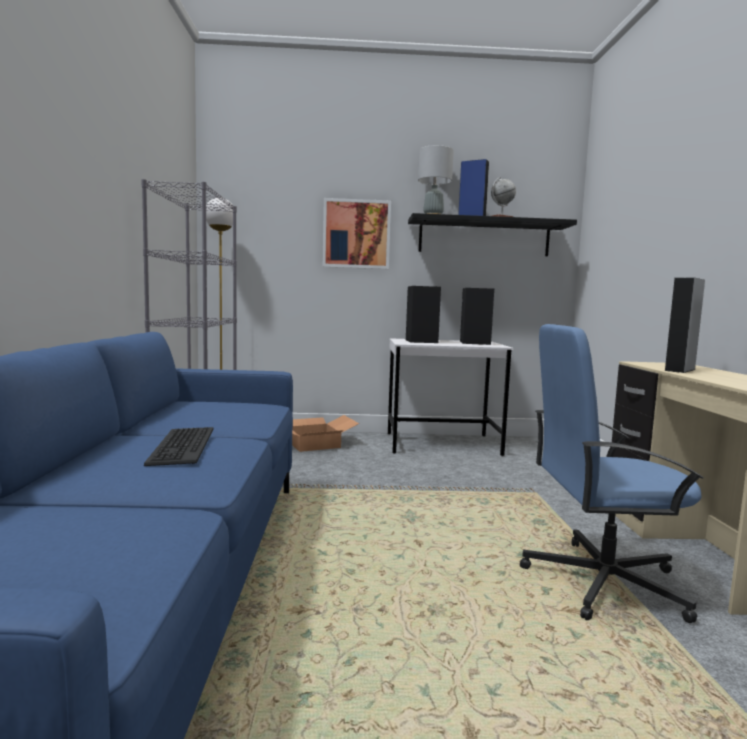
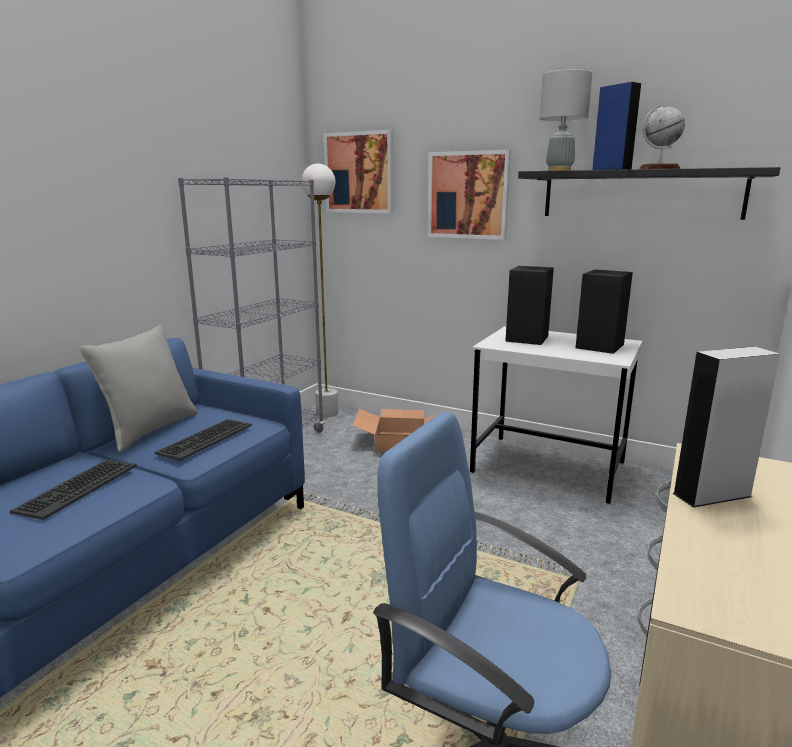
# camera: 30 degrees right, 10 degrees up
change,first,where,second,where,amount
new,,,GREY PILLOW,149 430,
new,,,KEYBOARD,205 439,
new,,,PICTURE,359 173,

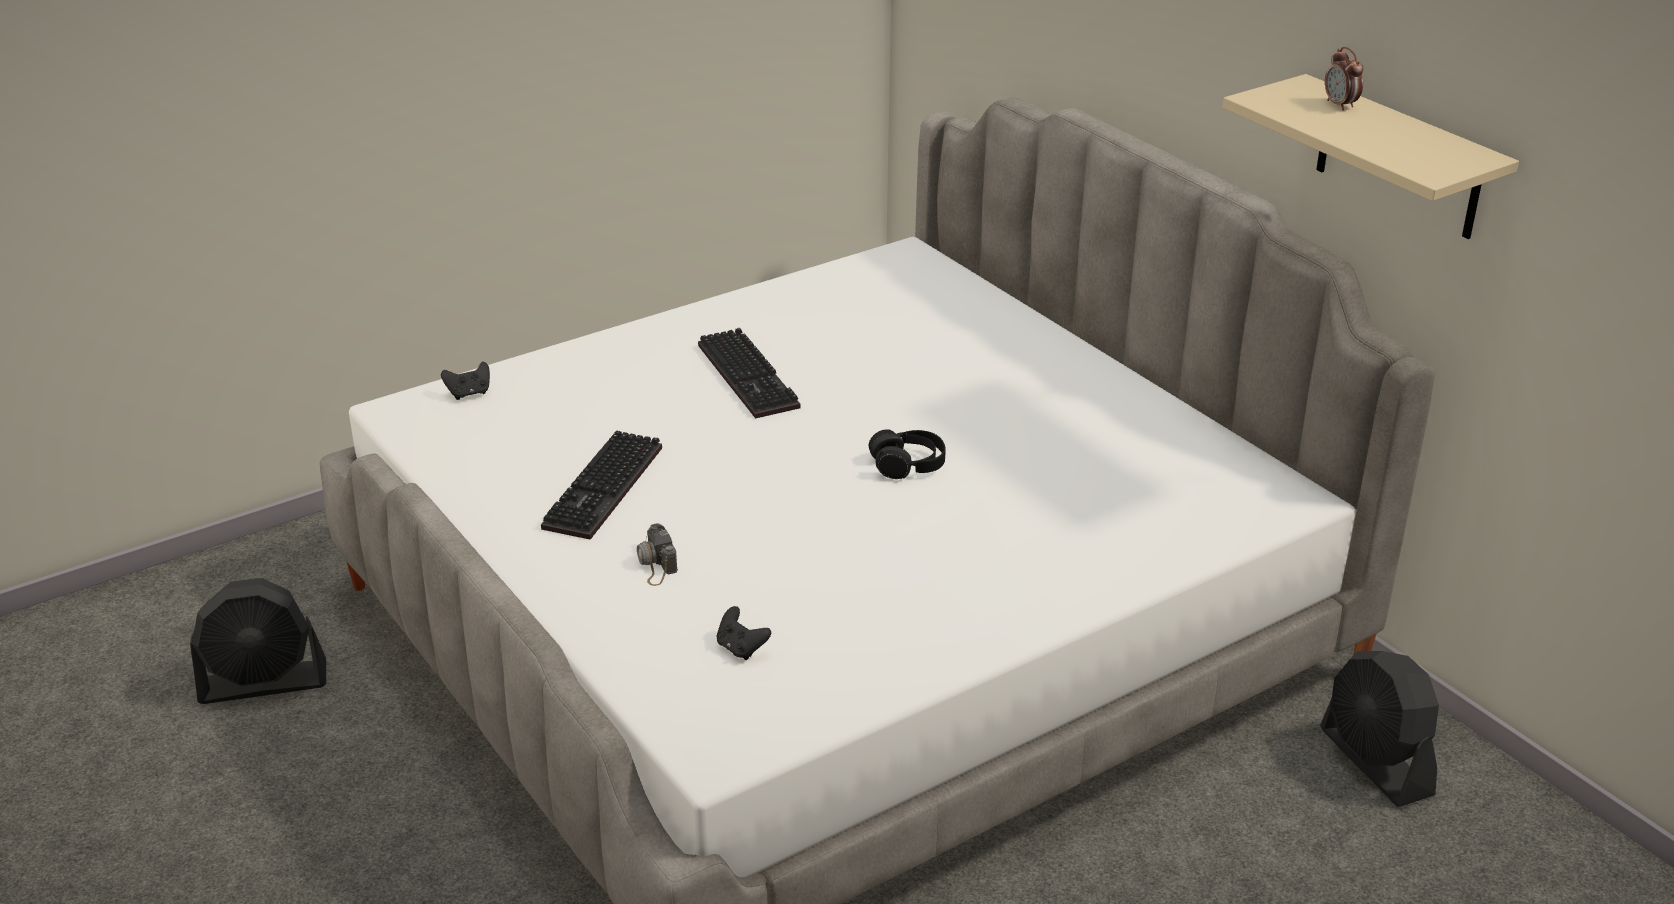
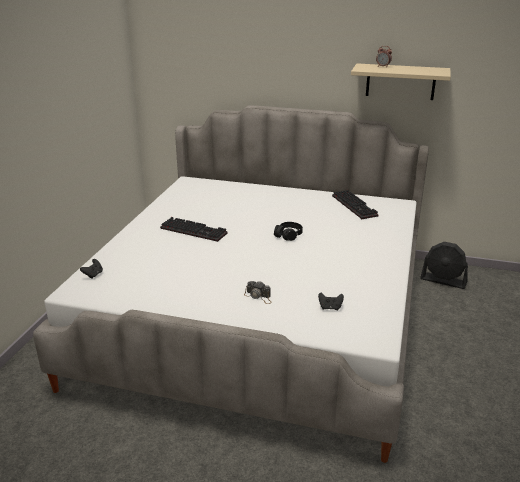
# camera: 40 degrees left, 5 degrees down
change,first,where,second,where,amount
gone,BLACK FAN,264 683,,,
shifted,KEYBOARD,605 490,,356 206,

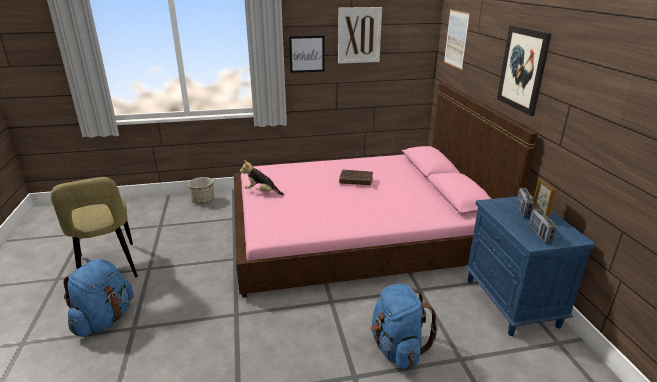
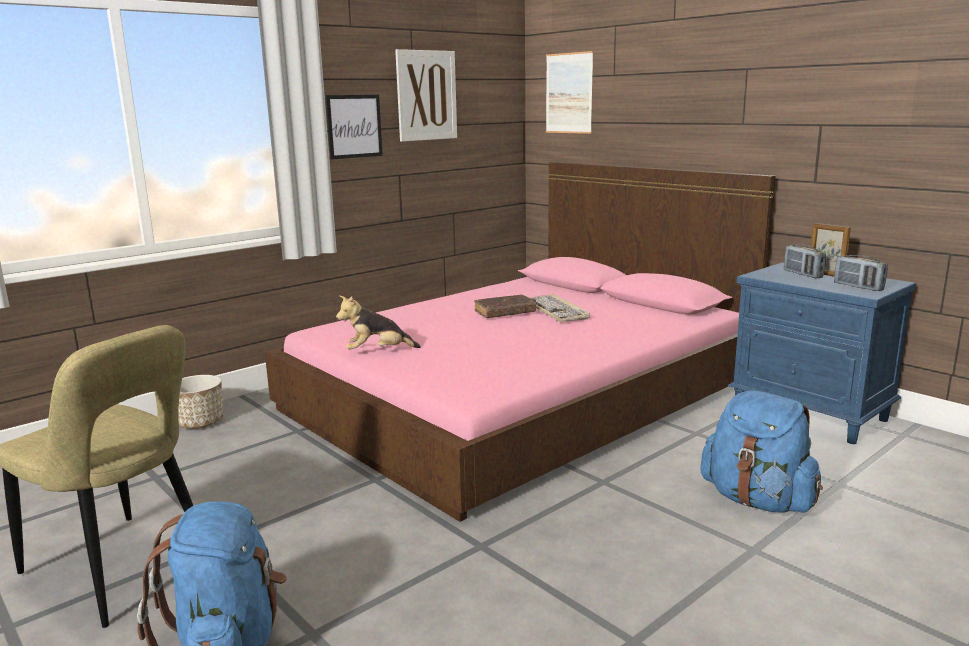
# camera: 30 degrees left, 10 degrees down
change,first,where,second,where,amount
gone,PICTURE,523 69,,,
new,,,KEYBOARD,556 311,

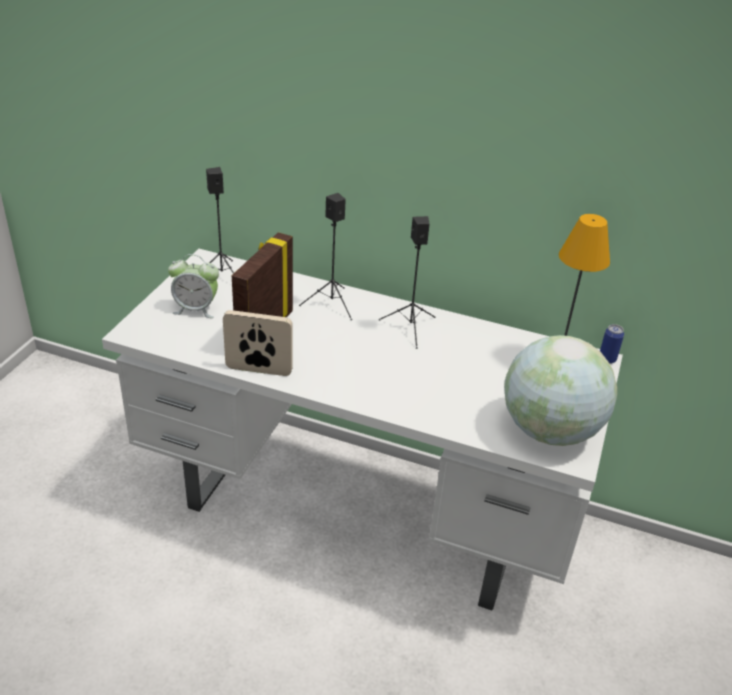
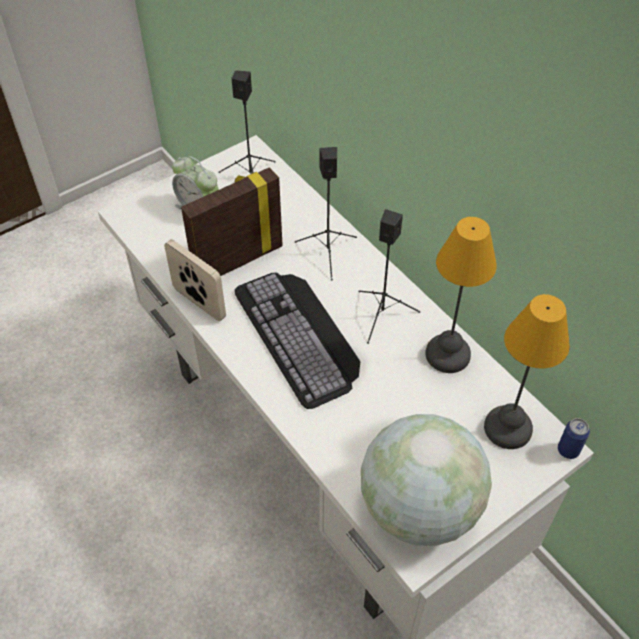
# camera: 35 degrees right, 15 degrees up
change,first,where,second,where,amount
new,,,KEYBOARD,301 335,
new,,,TABLE LAMP,448 355,

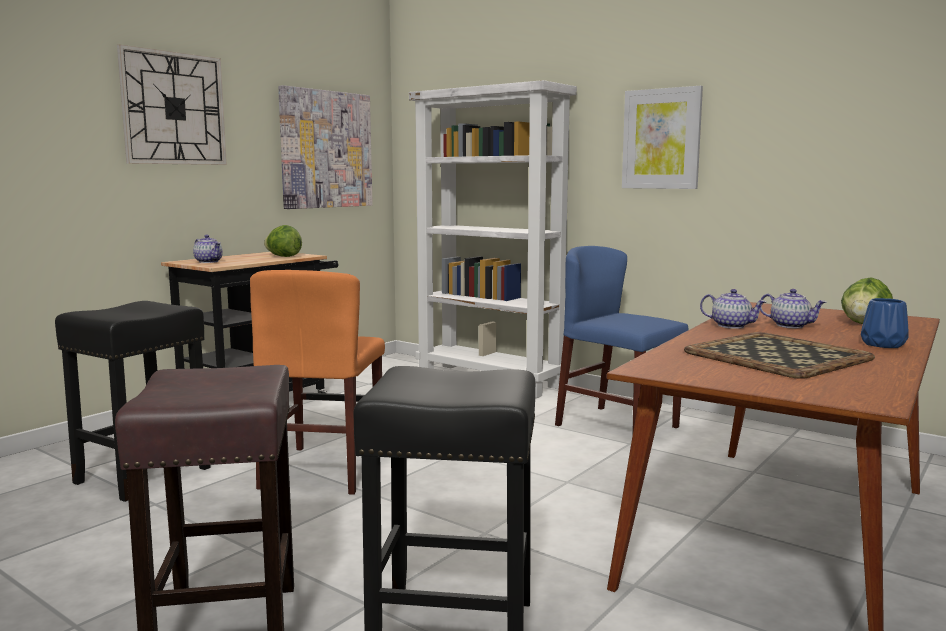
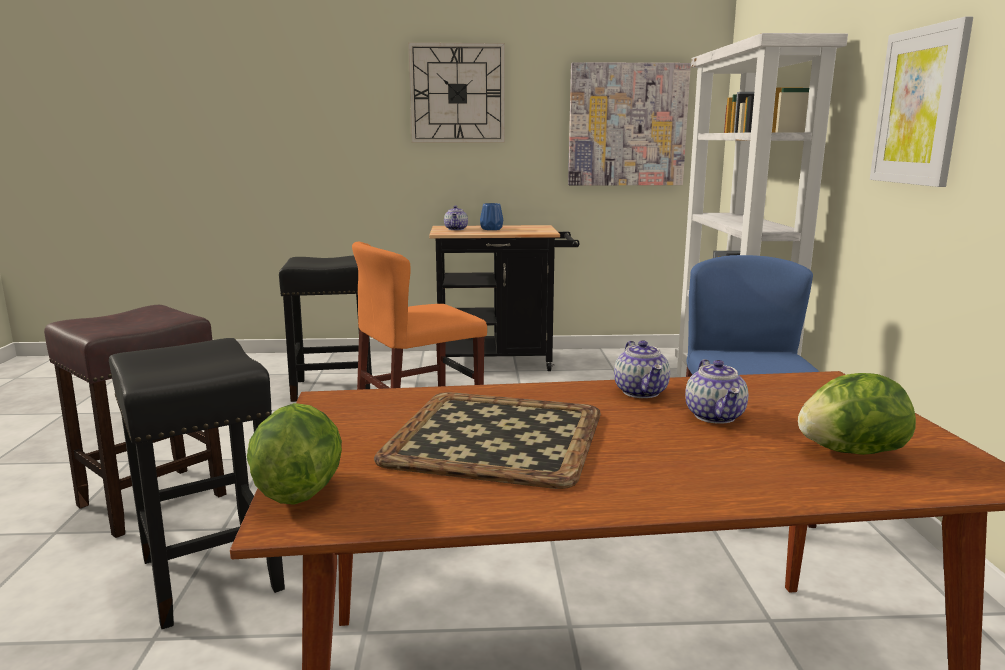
# camera: 50 degrees right, 5 degrees up
change,first,where,second,where,amount
shifted,LETTUCE,283 256,,298 490,
shifted,BLUE VASE,882 345,,491 229,

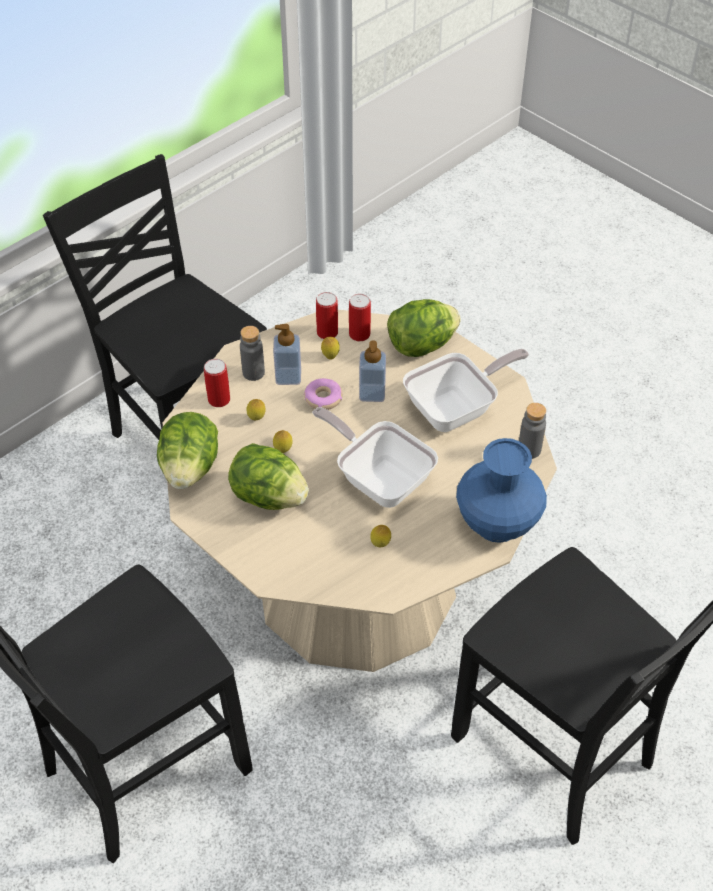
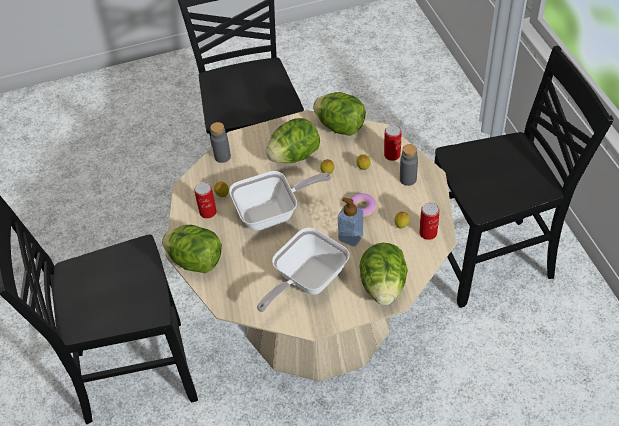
# camera: 120 degrees right, 0 degrees up
change,first,where,second,where,amount
gone,SOAP DISPENSER,288 376,,,
shifted,CAN,359 334,,208 212,
shifted,GREY BOTTLE,529 450,,222 157,
swapped,BLUE VASE,497 523,LETTUCE,196 261,
rotated,FRYING PAN,457 409,,306 281,45 degrees clockwise

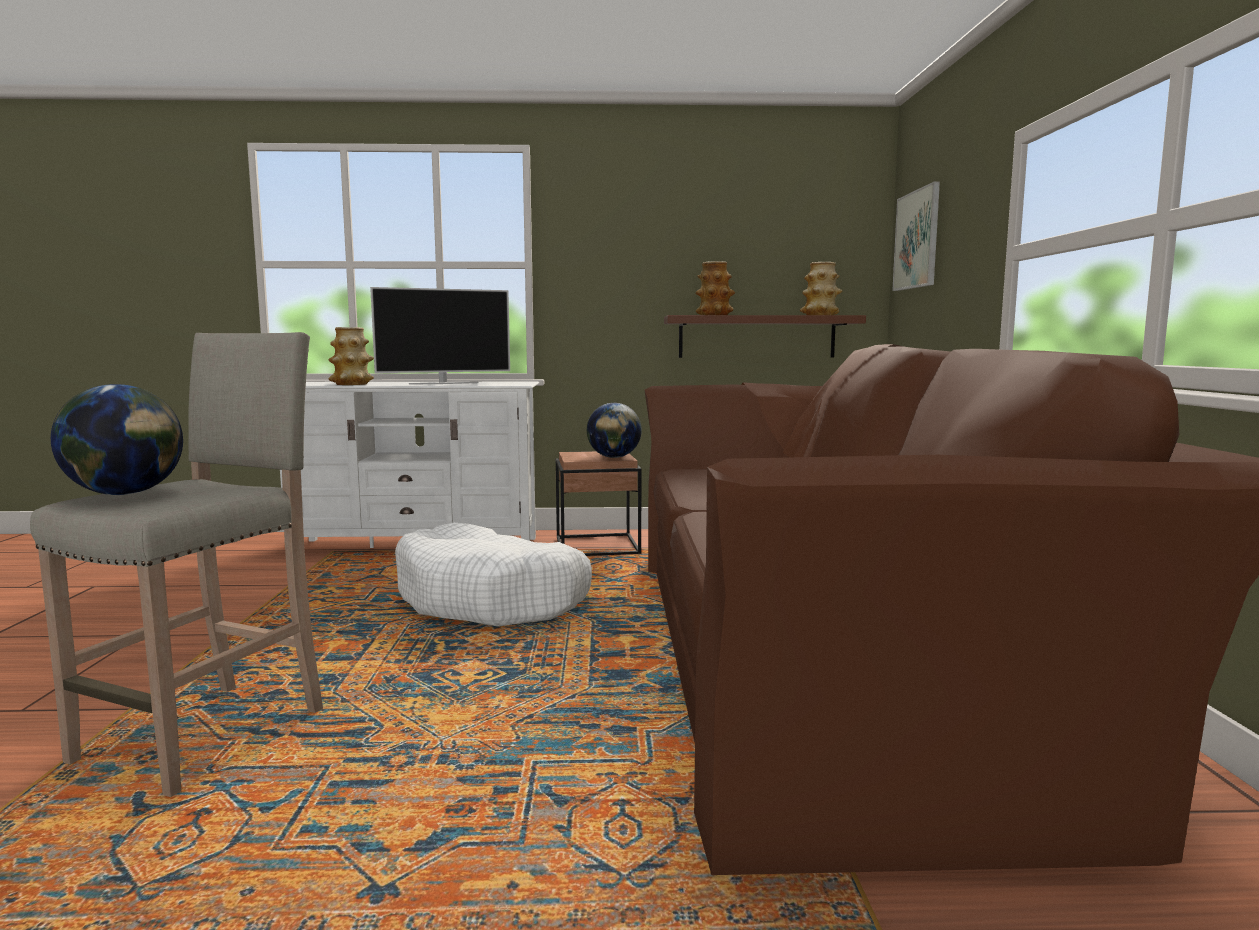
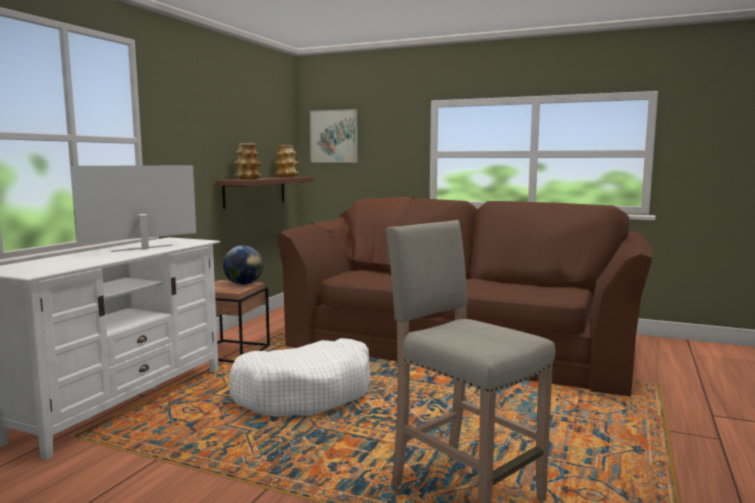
# camera: 65 degrees left, 0 degrees up
change,first,where,second,where,amount
gone,GLOBE,125 494,,,
gone,VASE,352 384,,,
rotated,TELEVISION,444 383,,143 248,135 degrees counterclockwise

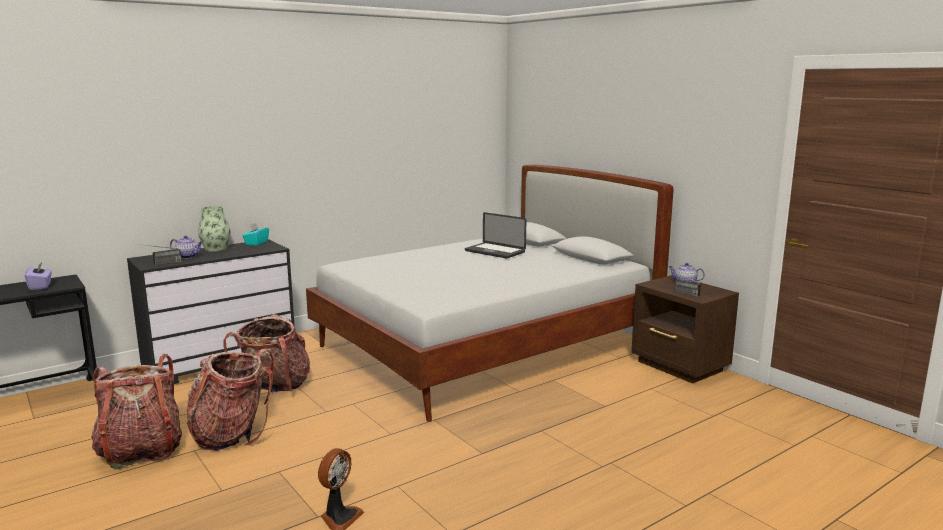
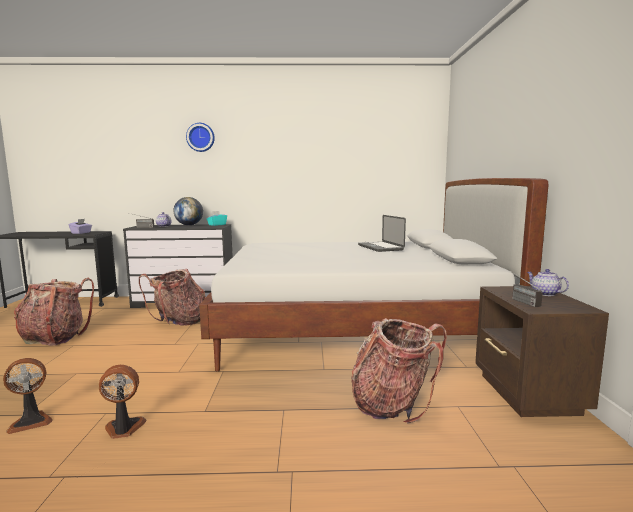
# camera: 35 degrees right, 5 degrees down
change,first,where,second,where,amount
new,,,FAN,124 429,
new,,,WALL CLOCK,201 137,
shifted,BACKPACK,232 434,,393 405,
swapped,VASE,216 249,GLOBE,189 225,

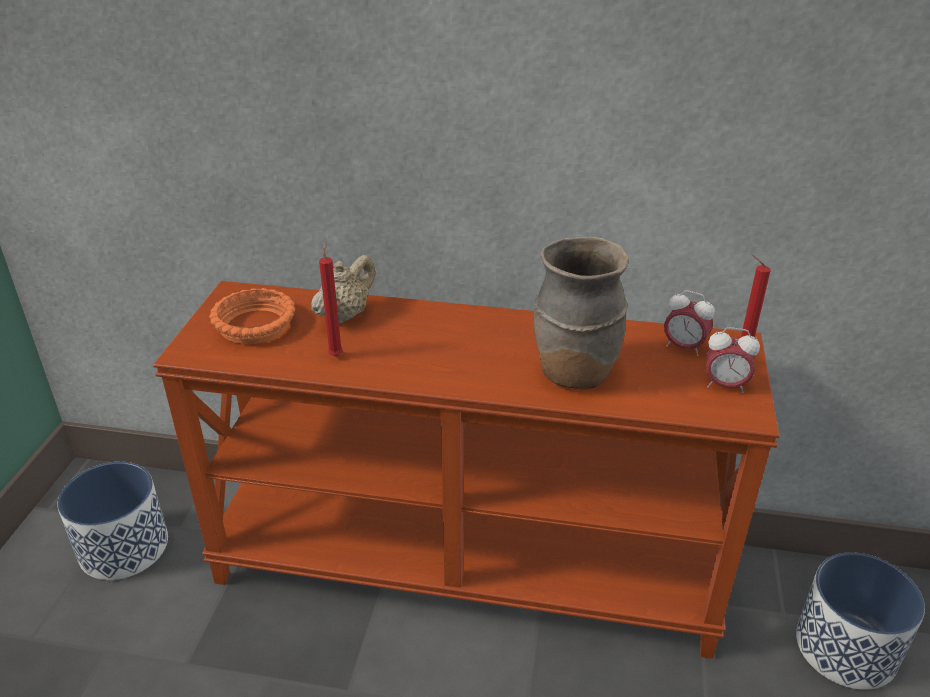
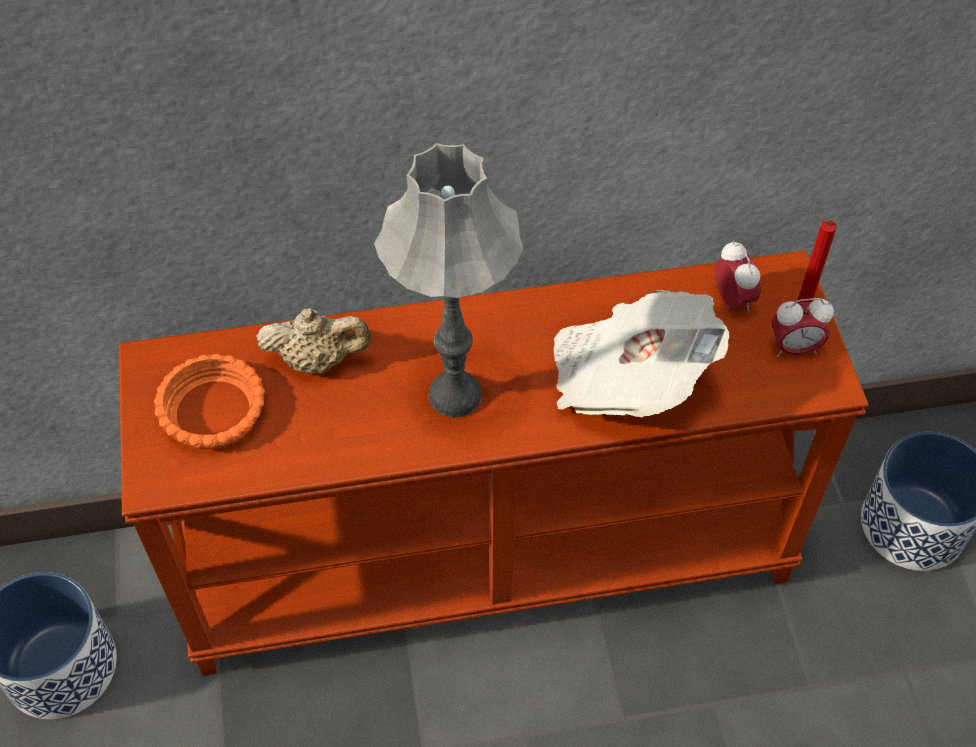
# camera: 20 degrees left, 20 degrees up
change,first,where,second,where,amount
gone,RED CANDLE,336 355,,,
new,,,GREY TABLE LAMP,455 395,
swapped,BROWN VASE,573 373,NEWSPAPER,627 378,
rotated,BEIGE TEAPOT,345 315,,318 360,75 degrees clockwise
rotated,ALARM CLOCK,684 347,,732 300,120 degrees counterclockwise

